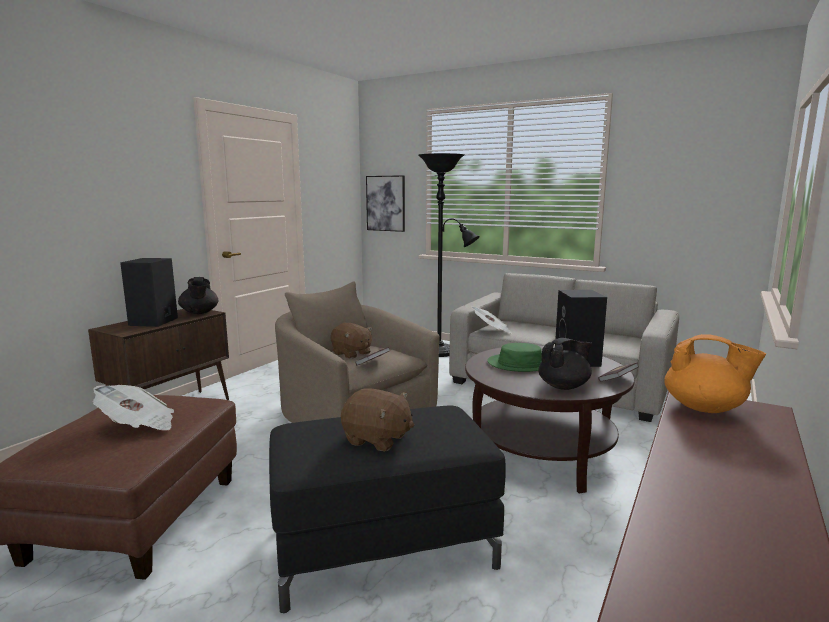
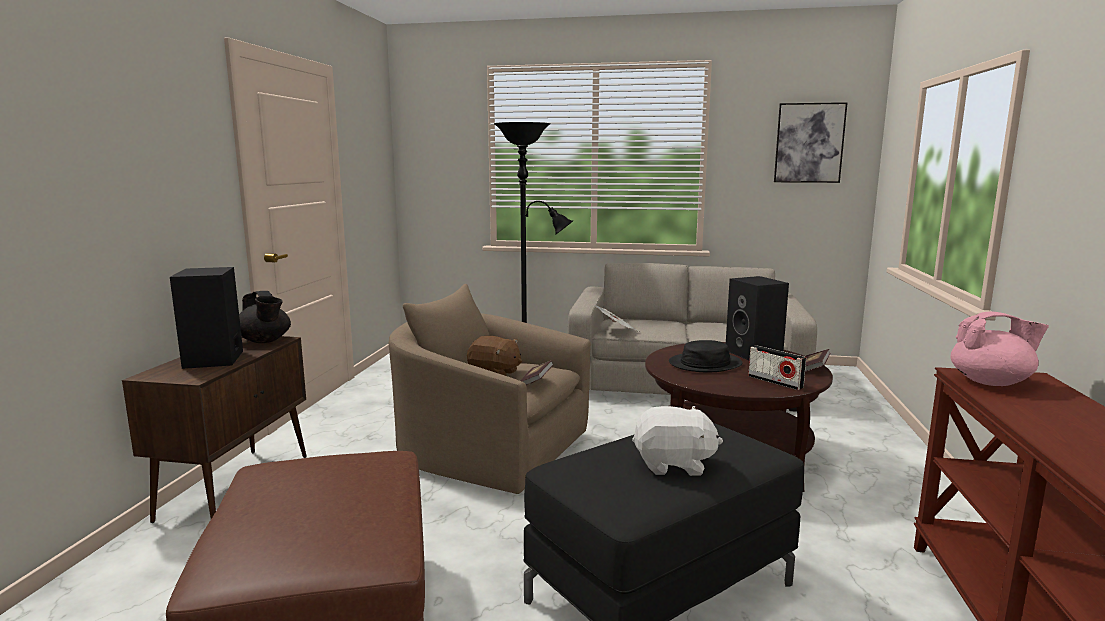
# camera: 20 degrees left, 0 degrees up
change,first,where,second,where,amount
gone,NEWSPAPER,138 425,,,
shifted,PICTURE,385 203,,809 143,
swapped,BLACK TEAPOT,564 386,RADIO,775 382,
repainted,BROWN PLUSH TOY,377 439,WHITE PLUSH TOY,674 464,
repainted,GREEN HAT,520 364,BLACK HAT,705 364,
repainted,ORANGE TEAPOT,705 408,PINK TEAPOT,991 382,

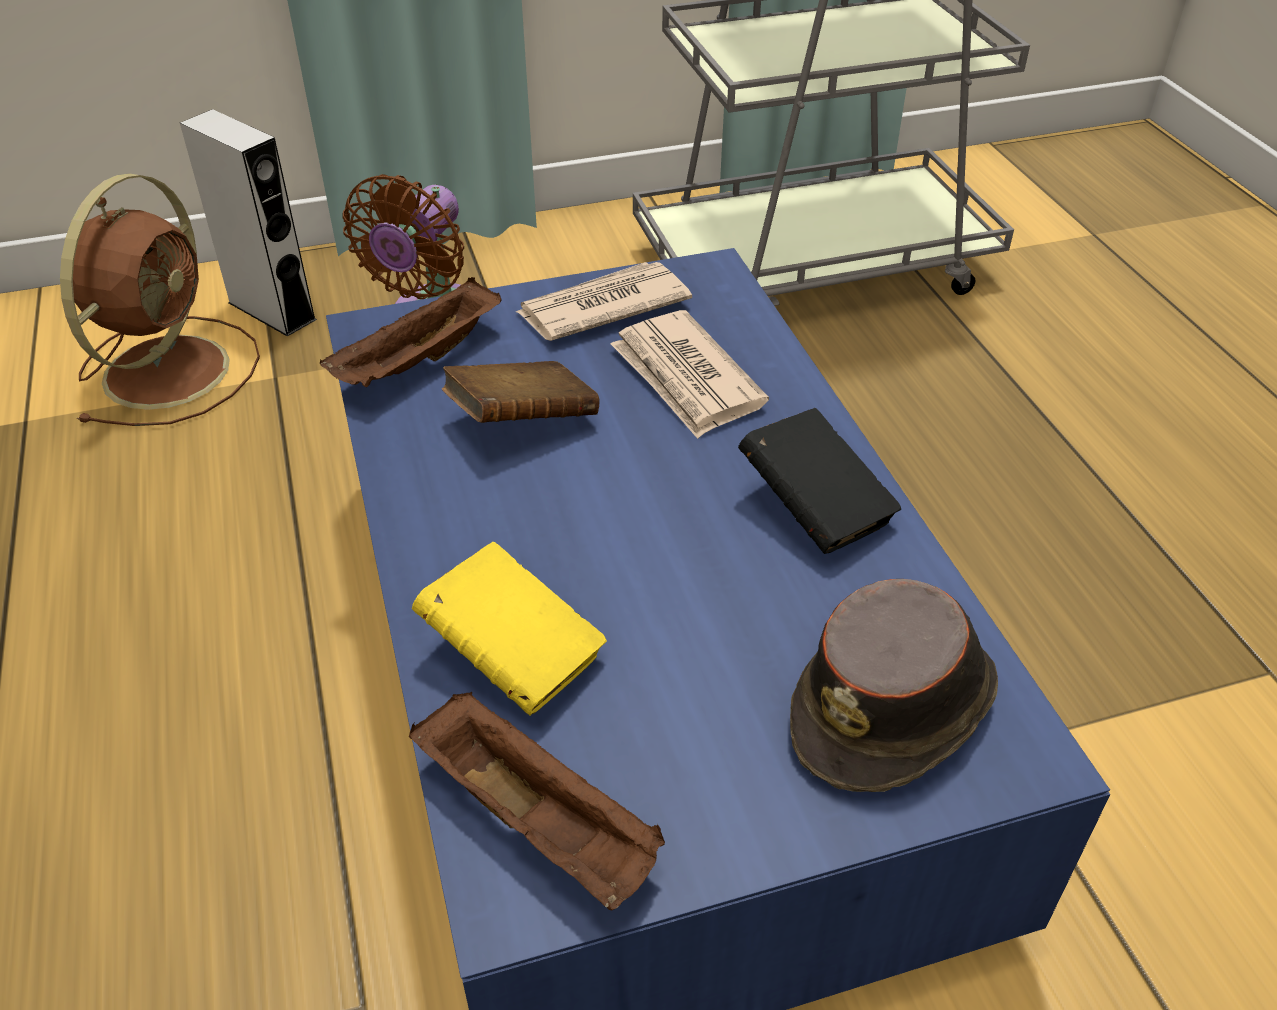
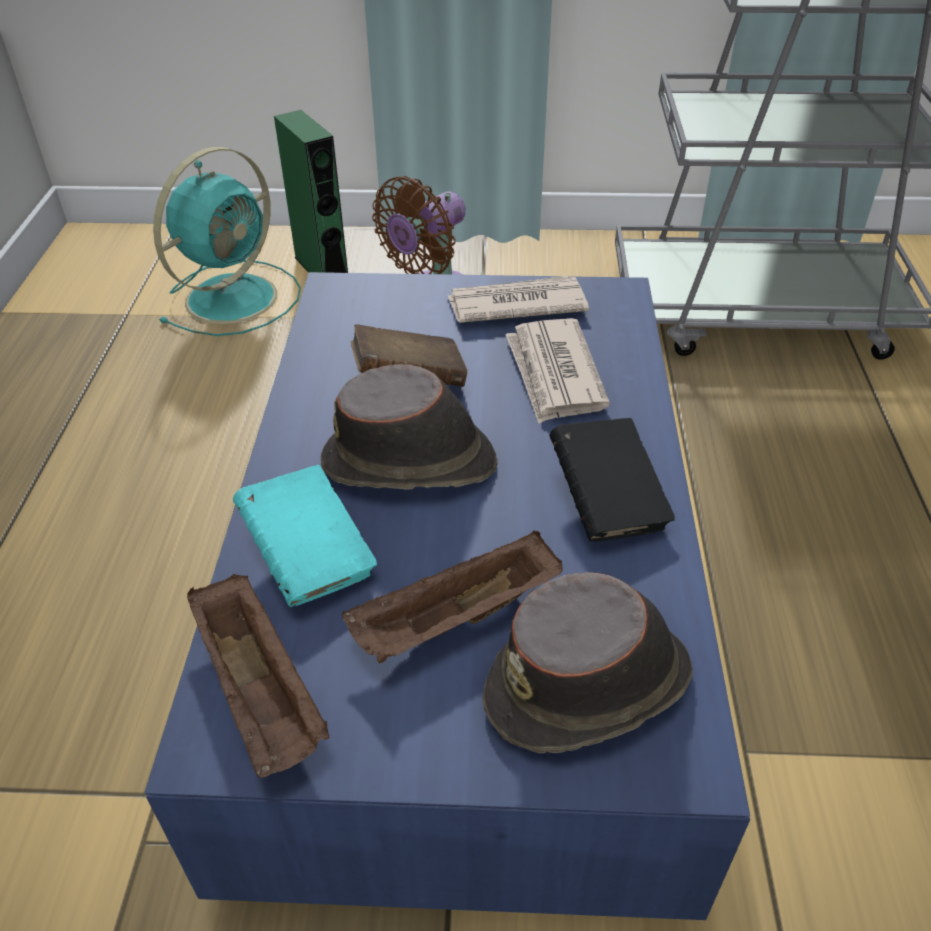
# camera: 20 degrees right, 0 degrees up
change,first,where,second,where,amount
new,,,BROWN HAT,411 463,
shifted,BROWN TRAY,419 362,,455 621,
repainted,BROWN FAN,170 368,TURQUOISE FAN,235 296,
repainted,GREY SPEAKER,272 311,GREEN SPEAKER,321 269,
repainted,YELLOW BOOK,513 655,TURQUOISE BOOK,309 557,

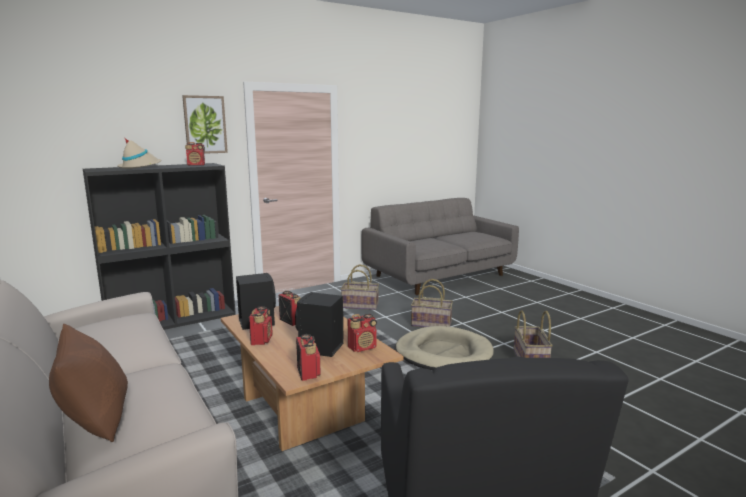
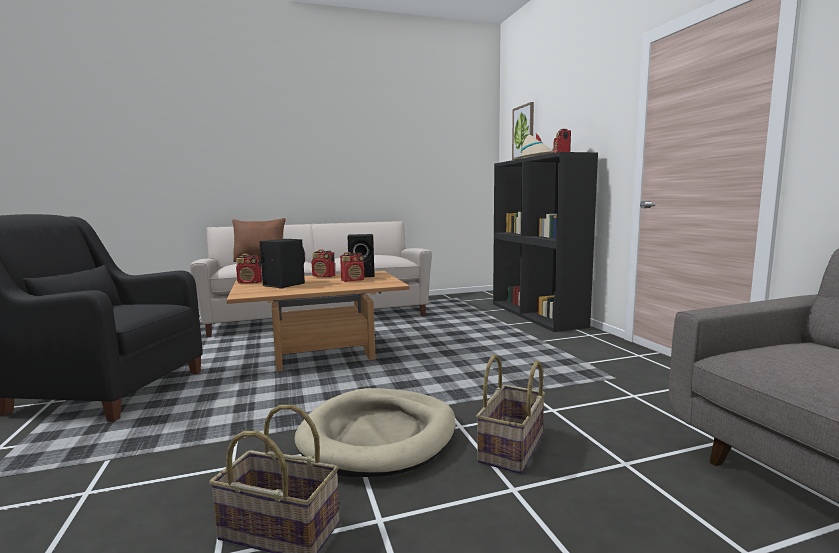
# camera: 105 degrees right, 5 degrees down
change,first,where,second,where,amount
gone,BASKET,360 305,,,
gone,RADIO,362 347,,,
shifted,PICTURE,205 124,,523 132,

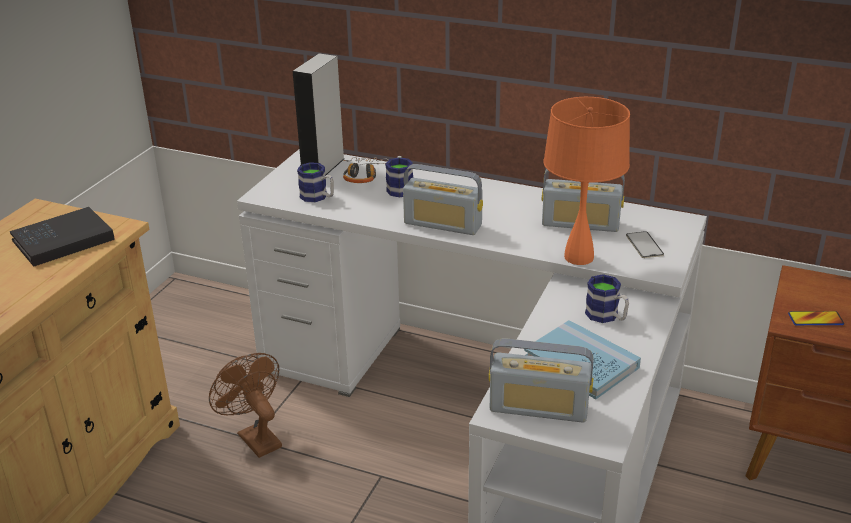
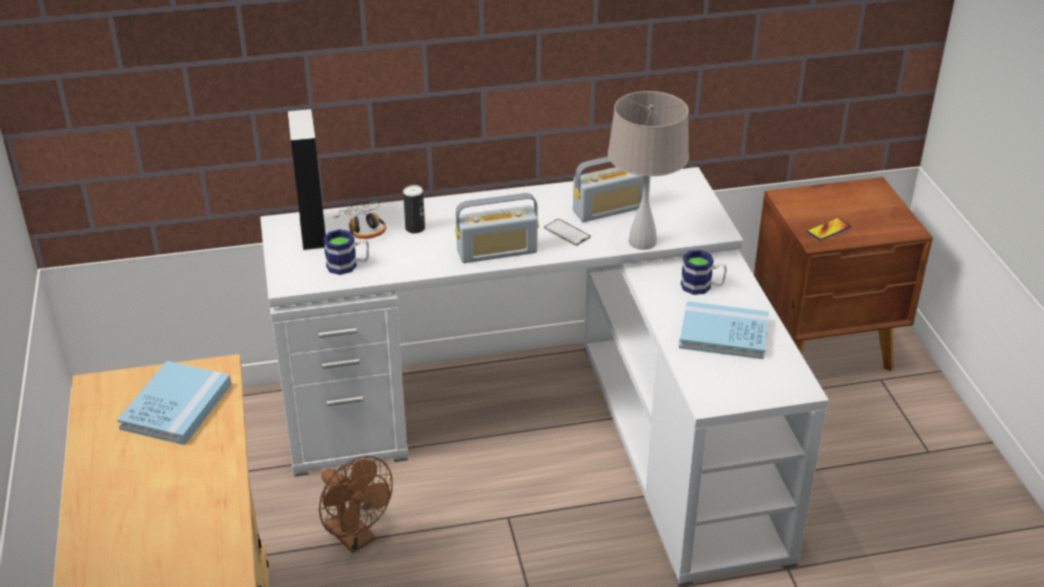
# camera: 35 degrees left, 5 degrees up
change,first,where,second,where,amount
gone,RADIO,539 408,,,
shifted,PHONE,644 245,,567 232,
swapped,MUG,400 188,CAN,415 228,
repainted,BLACK BOOK,63 240,BLUE BOOK,176 406,
repainted,ORANGE TABLE LAMP,579 257,BEIGE TABLE LAMP,642 241,
rotated,BROWN FAN,255 437,,356 538,150 degrees counterclockwise

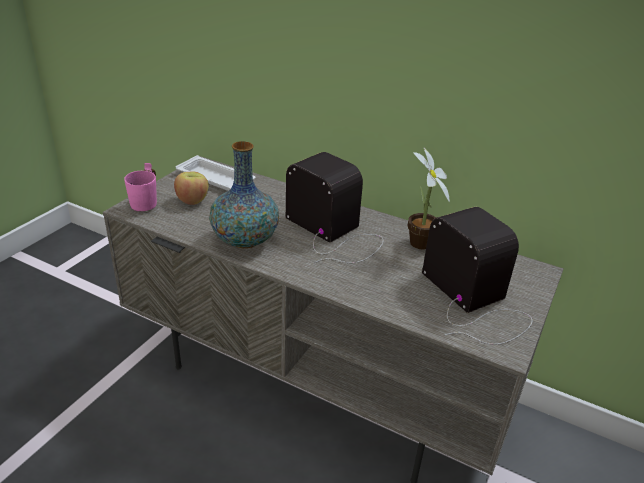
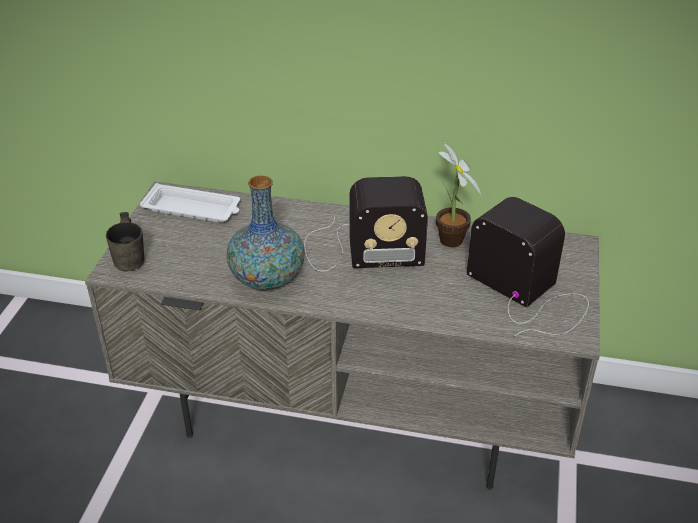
# camera: 15 degrees left, 5 degrees up
change,first,where,second,where,amount
gone,APPLE,193 200,,,
repainted,PINK MUG,149 204,GREY MUG,133 258,
rotated,RADIO,335 234,,359 249,150 degrees clockwise

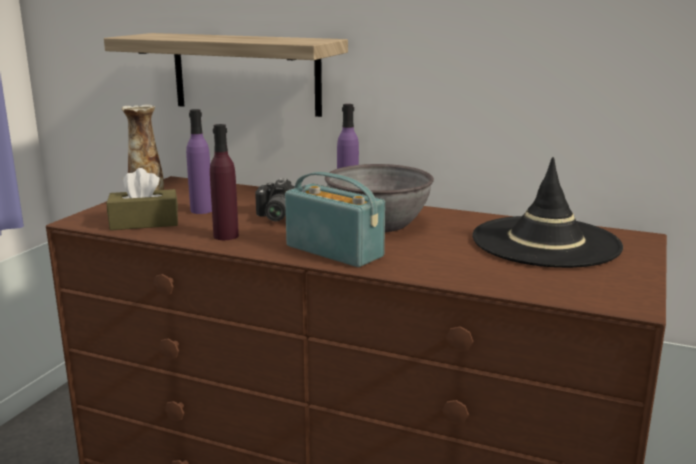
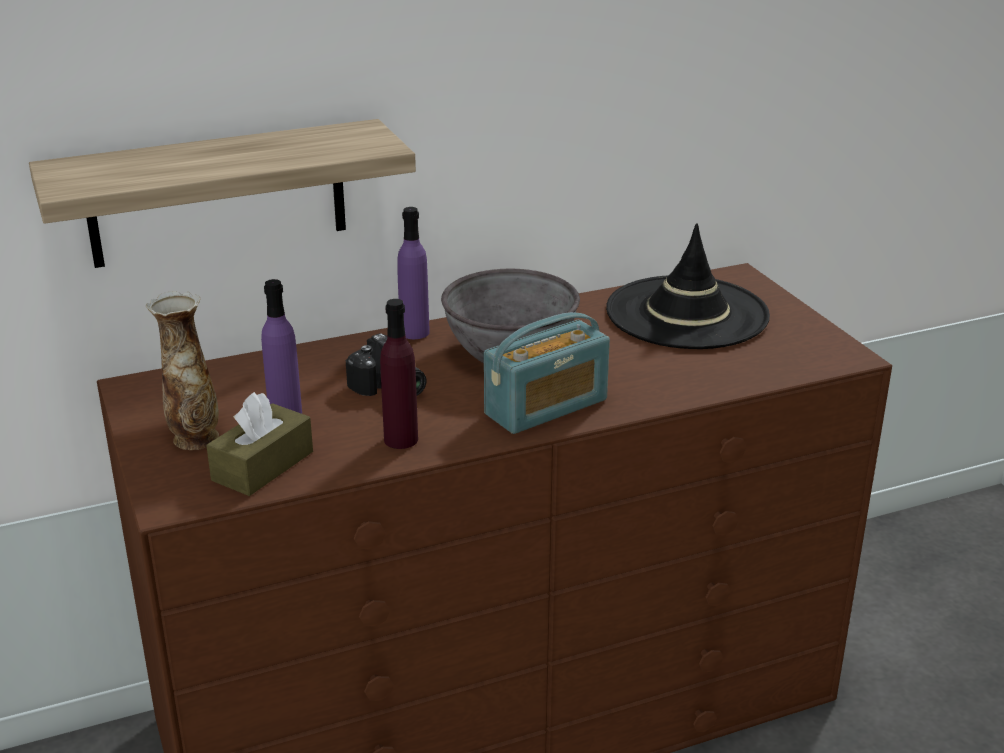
# camera: 45 degrees left, 10 degrees up
change,first,where,second,where,amount
rotated,RADIO,334 251,,546 407,150 degrees clockwise

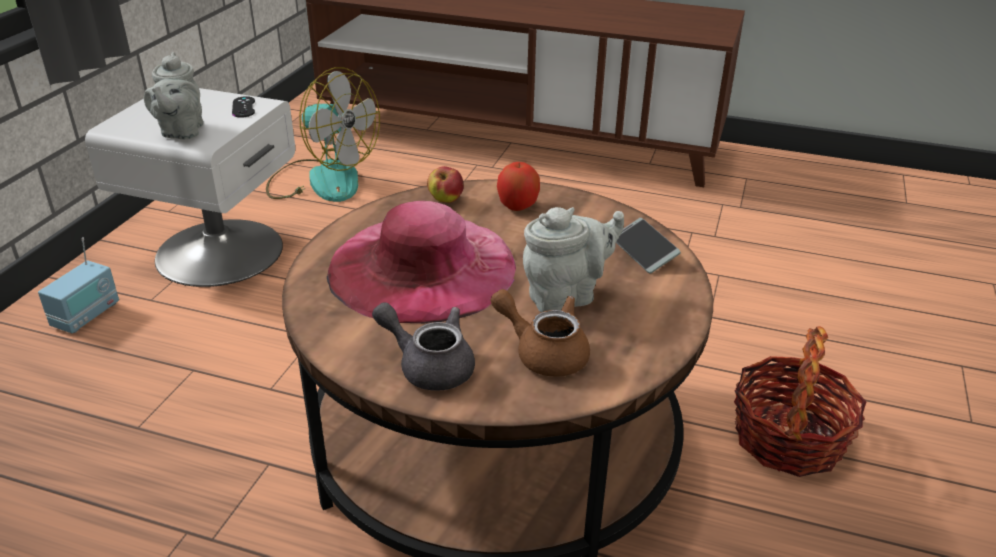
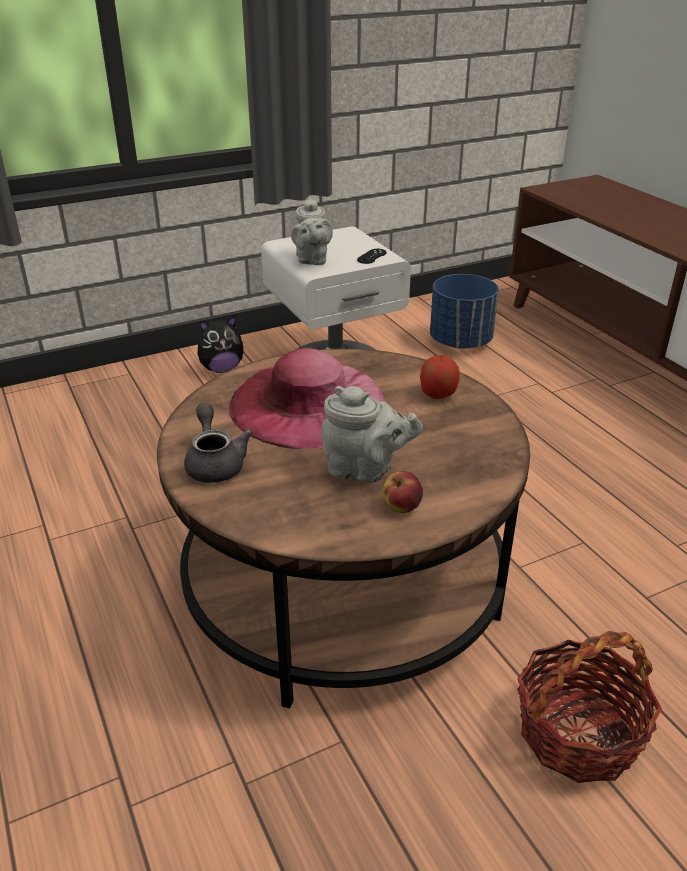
# camera: 45 degrees right, 0 degrees up
change,first,where,second,where,amount
gone,BROWN TEAPOT,544 352,,,
gone,PHONE,644 252,,,
shifted,APPLE,446 200,,401 507,
swapped,RADIO,86 316,PLUSH TOY,221 369,
swapped,FAN,322 179,BLUE PLANTER,461 342,
rotated,GREY TEAPOT,181 132,,311 260,45 degrees counterclockwise

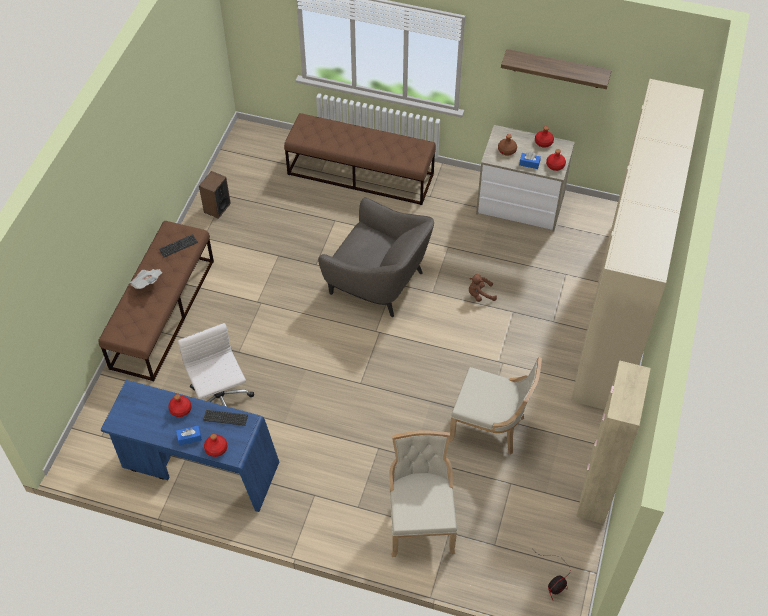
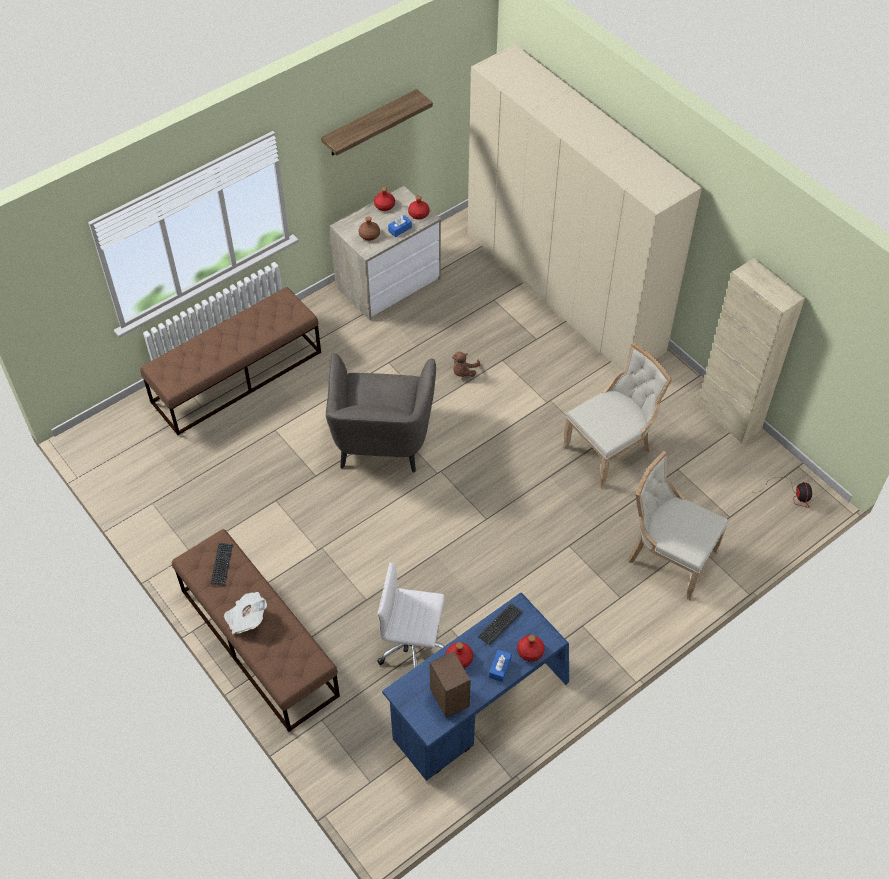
# camera: 55 degrees left, 0 degrees up
change,first,where,second,where,amount
shifted,SPEAKER,217 208,,449 698,
rotated,GREY ARMCHAIR,378 281,,381 438,120 degrees clockwise

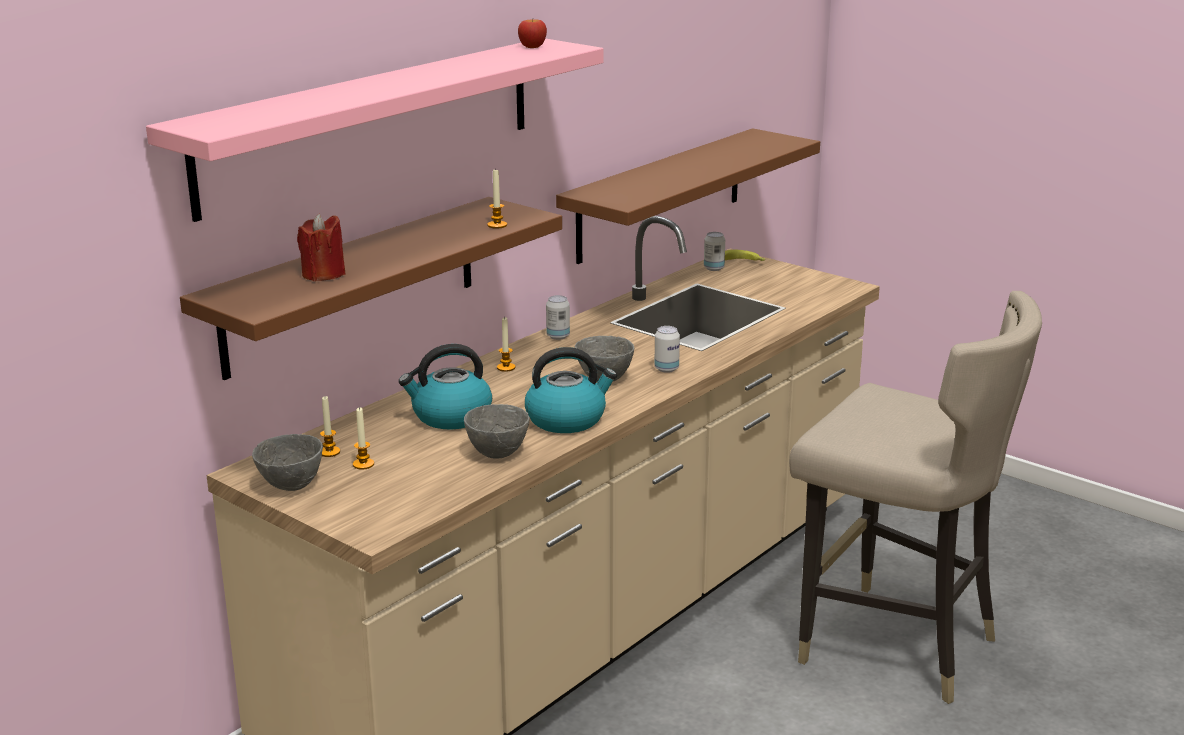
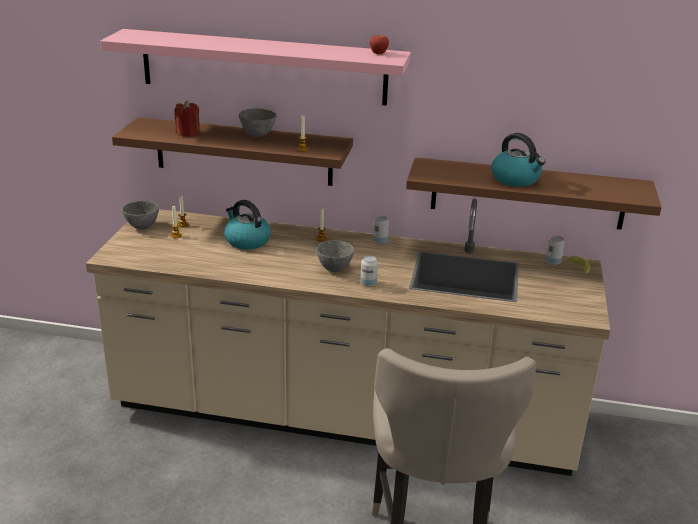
# camera: 60 degrees right, 5 degrees up
change,first,where,second,where,amount
shifted,GREY BOWL,496 453,,257 135,
shifted,KETTLE,567 419,,516 179,

